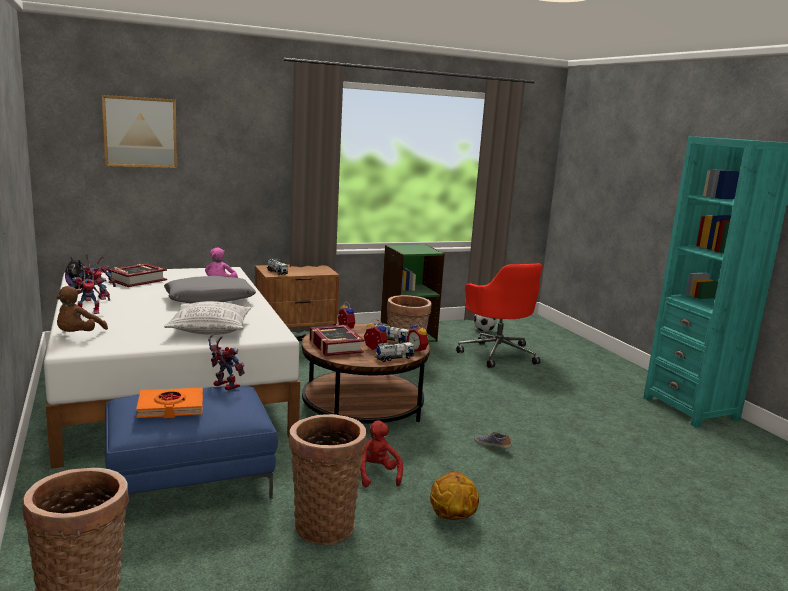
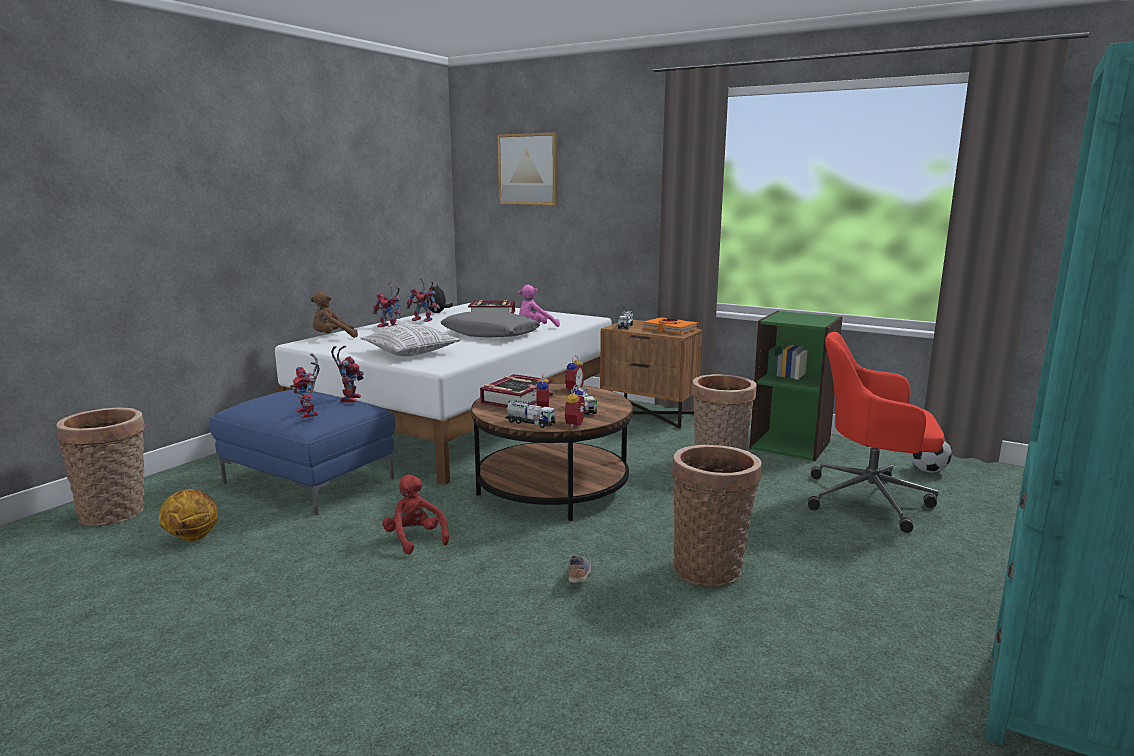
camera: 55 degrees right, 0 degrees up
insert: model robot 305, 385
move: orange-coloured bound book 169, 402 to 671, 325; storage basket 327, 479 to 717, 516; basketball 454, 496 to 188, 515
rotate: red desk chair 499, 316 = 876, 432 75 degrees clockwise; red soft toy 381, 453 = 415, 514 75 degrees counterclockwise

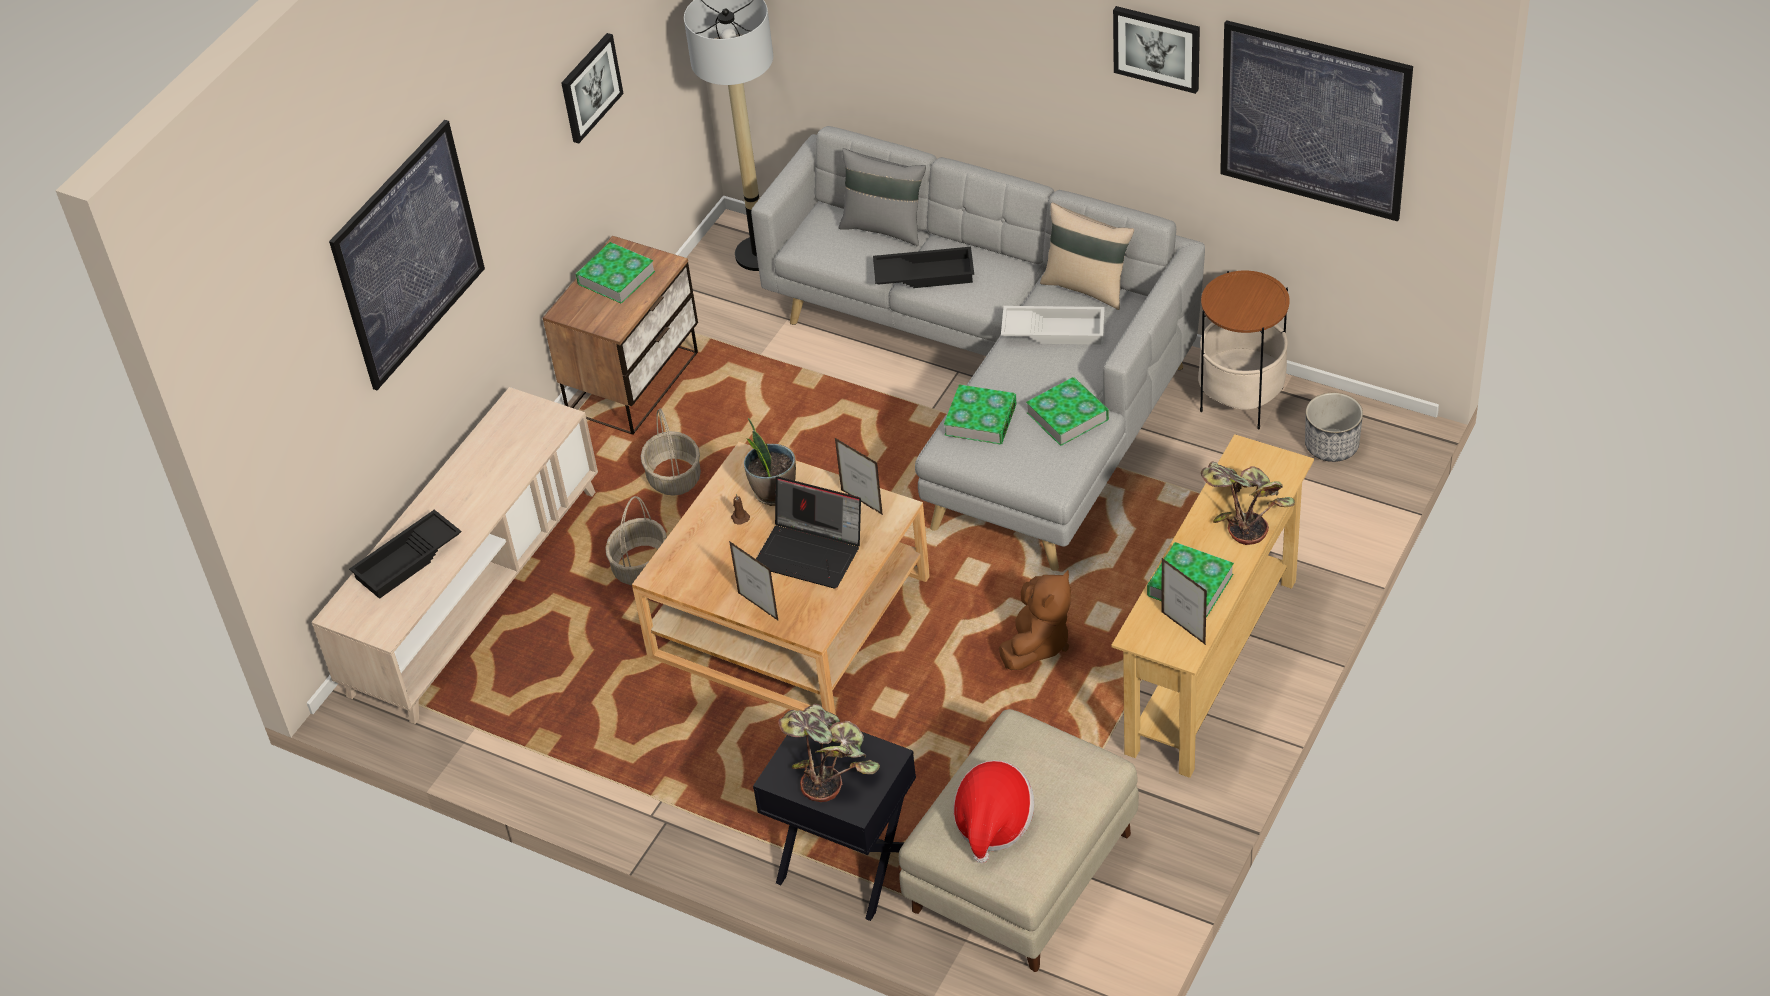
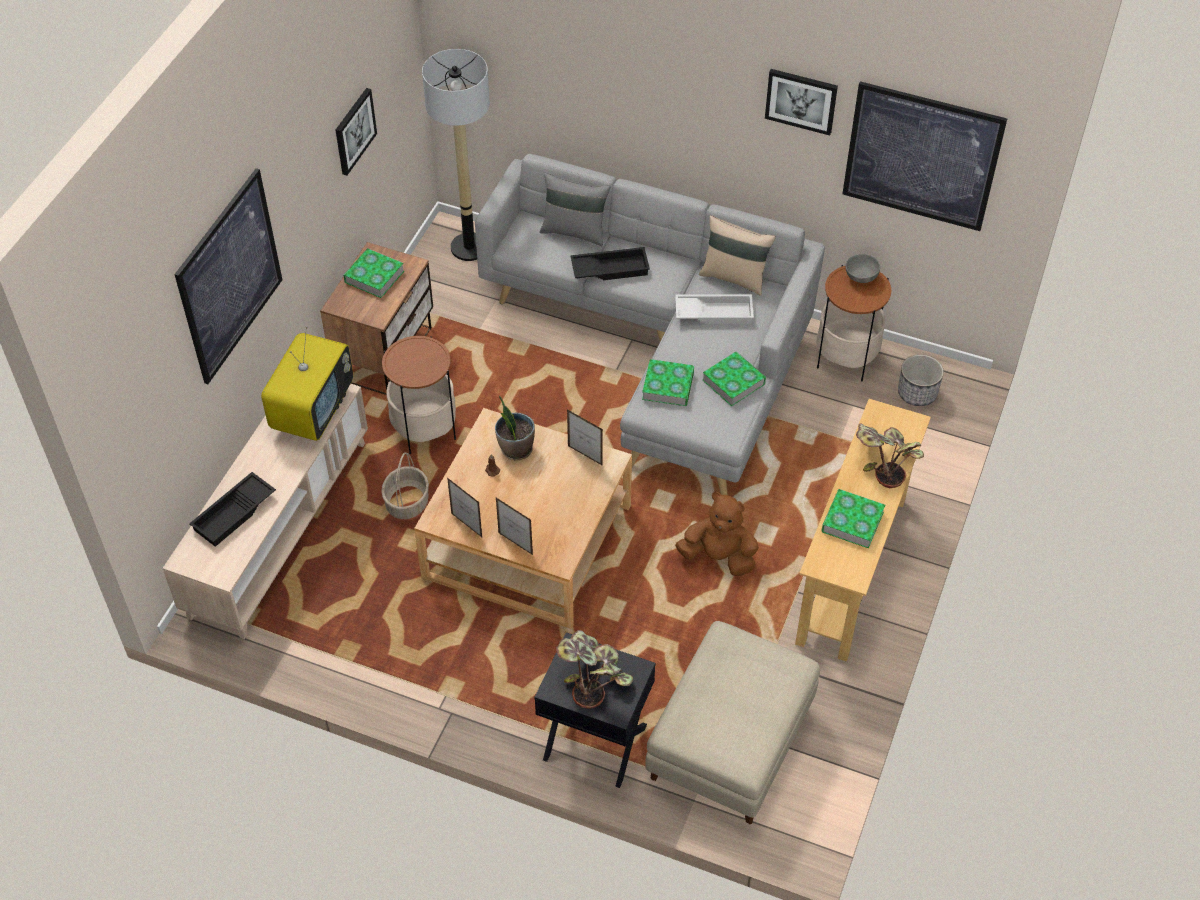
camera: 10 degrees left, 5 degrees up
delete: laptop 808, 533; hat 994, 811
insert: greyish bowl 863, 268; TV set 307, 383
move: standing frame 1184, 601 to 464, 507
replace: storage basket 671, 452 to side table 419, 395
rotate: brown soft toy 1035, 620 = 717, 534 90 degrees counterclockwise

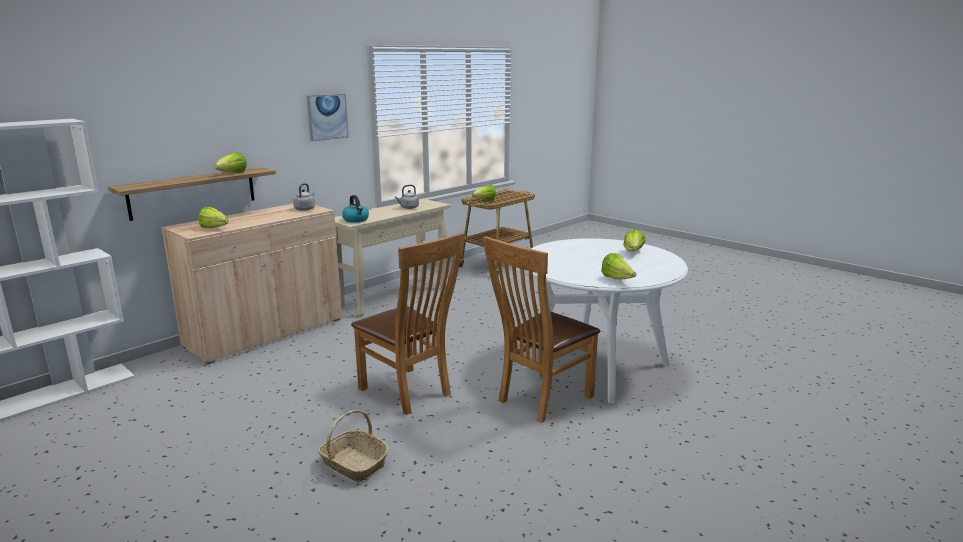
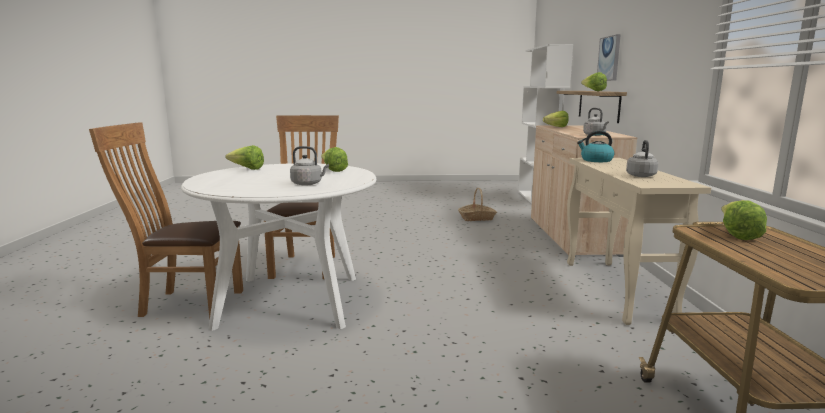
camera: 135 degrees right, 5 degrees down
insert: greyish kettle 309, 166
move: wall picture 328, 117 to 609, 57; lettuce 634, 240 to 334, 159; brown plain chair 407, 324 to 166, 220; storage basket 353, 446 to 477, 204

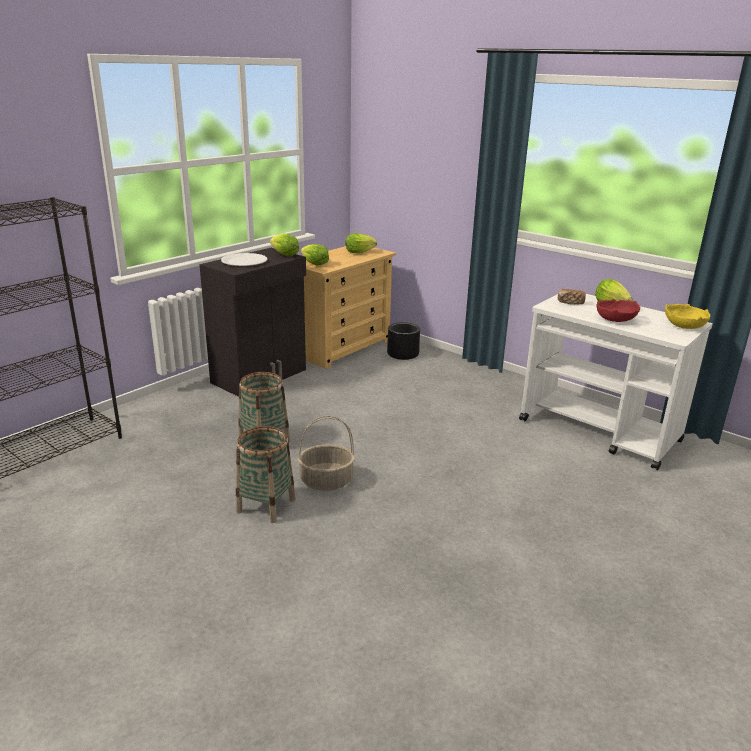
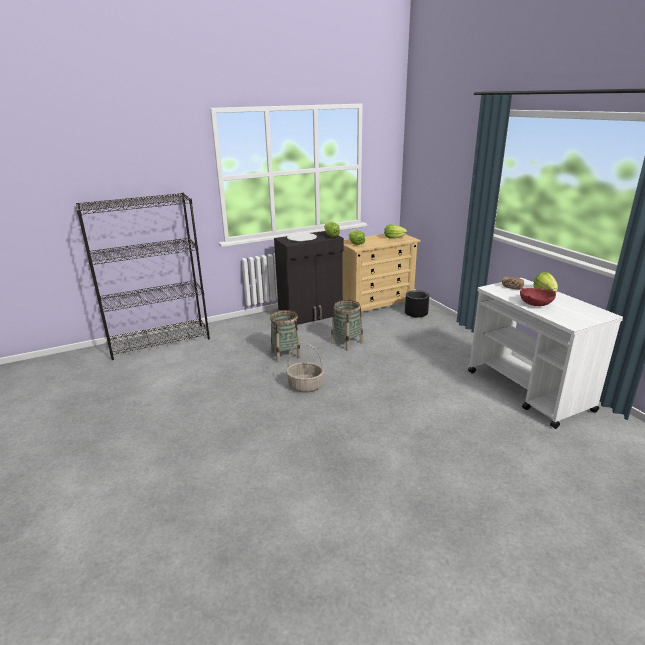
camera: 25 degrees right, 0 degrees up
delete: yellow bowl 687, 316
move: storage basket 265, 474 to 347, 325

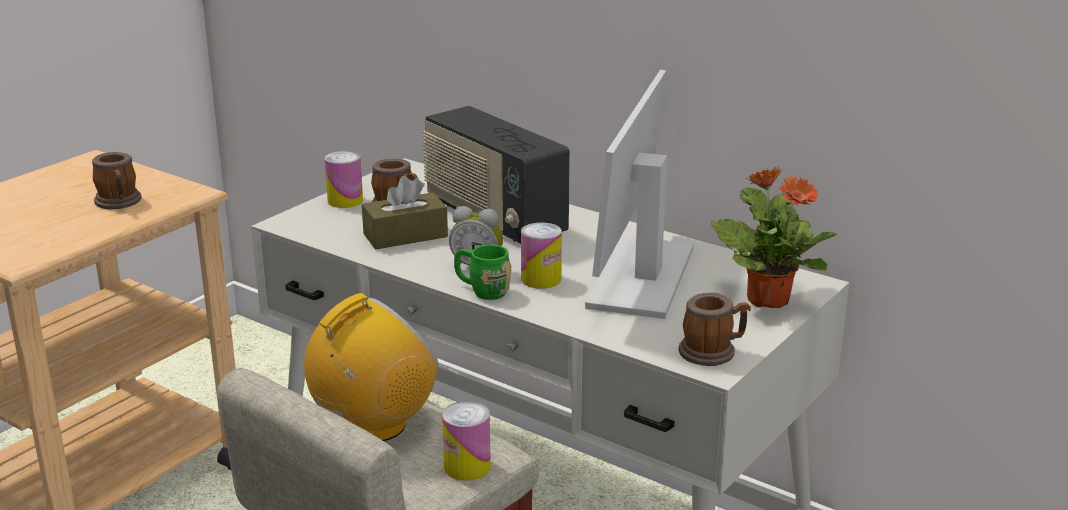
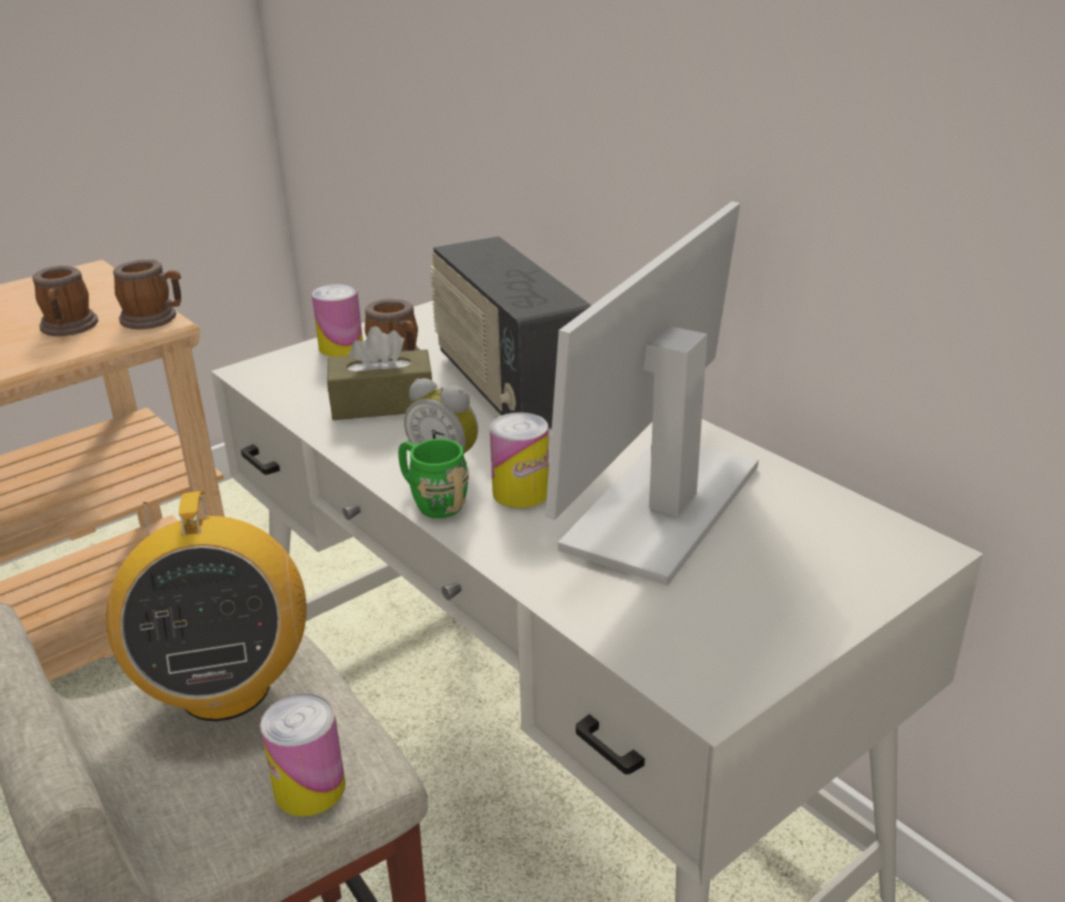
camera: 15 degrees right, 5 degrees up
delete: houseplant 774, 237
move: tea mug 715, 329 to 147, 294
rotate: radio receiver 371, 367 = 206, 606 105 degrees clockwise

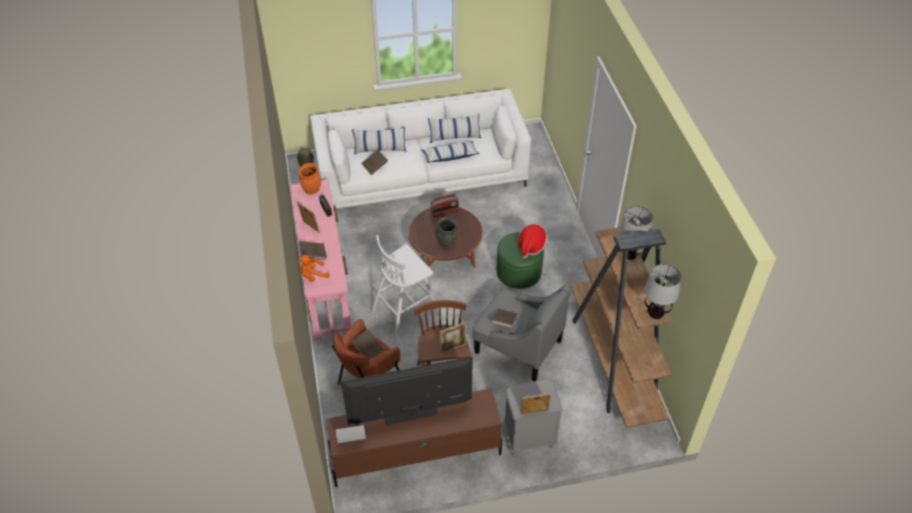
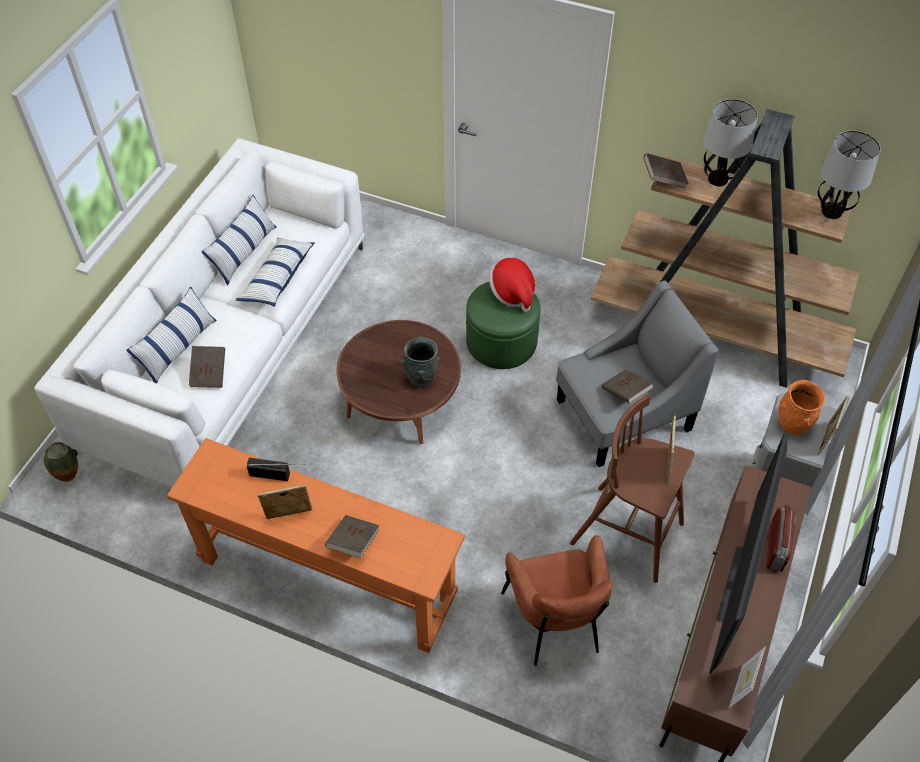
camera: 55 degrees left, 5 degrees up
delete: whitish stool seat 405, 288; orange-coloured soft toy 314, 268
move: orange-coloured flower vase 310, 179 to 801, 407; radio receiver 444, 206 to 781, 538; brown bound book 367, 344 to 666, 170
recolor: pink-coloured console table 321, 259 to orange-coloured console table 316, 545

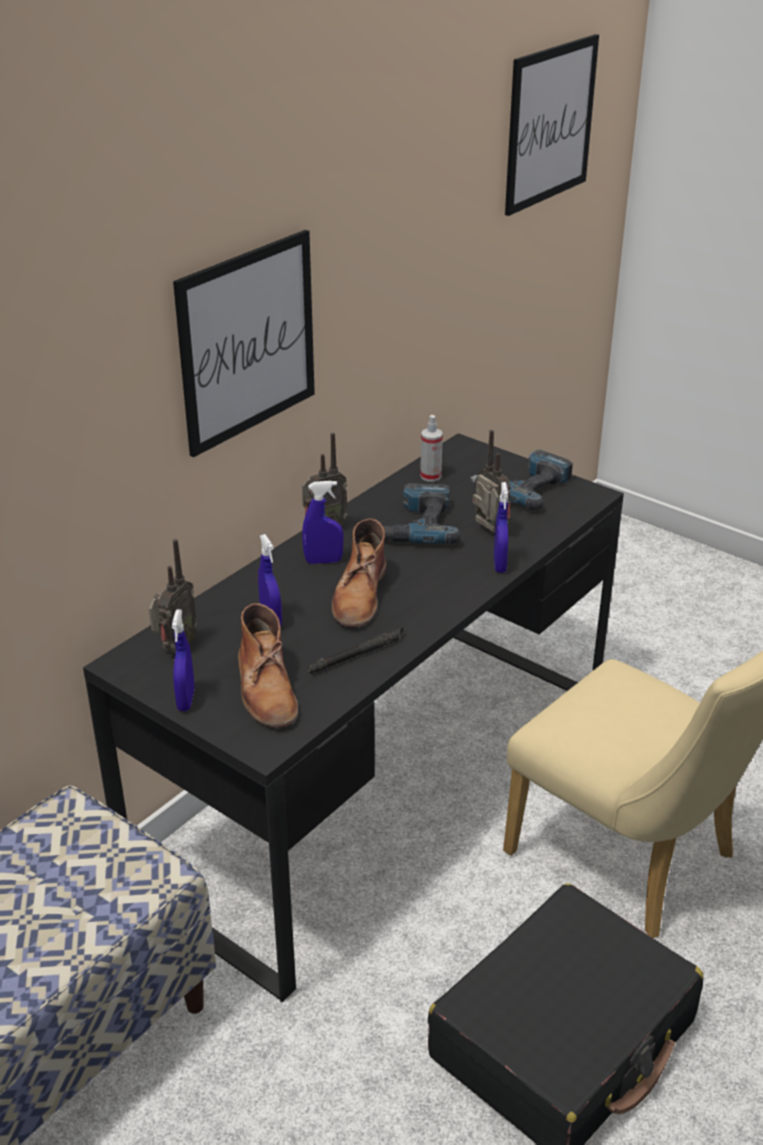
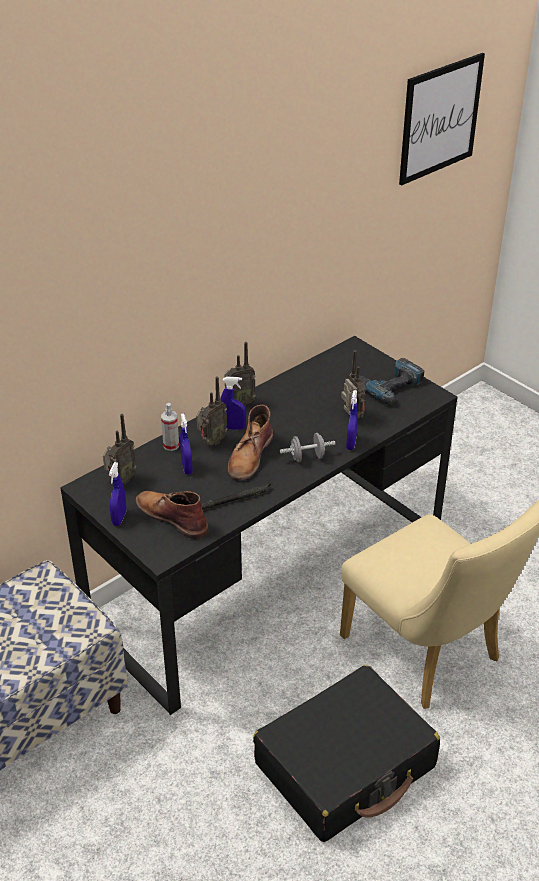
camera: 10 degrees right, 5 degrees up
delete: wall picture 244, 343; electric drill 422, 513
insert: radio receiver 212, 411; greyish dumbbell 307, 447
move: sprayer 431, 448 to 170, 427
rotate: brown tall boot 268, 665 = 172, 515 135 degrees clockwise

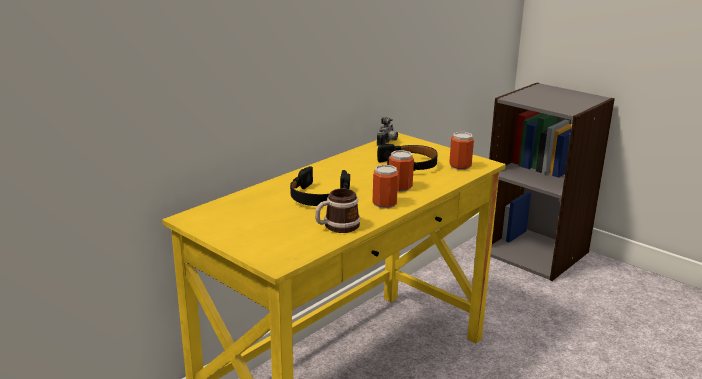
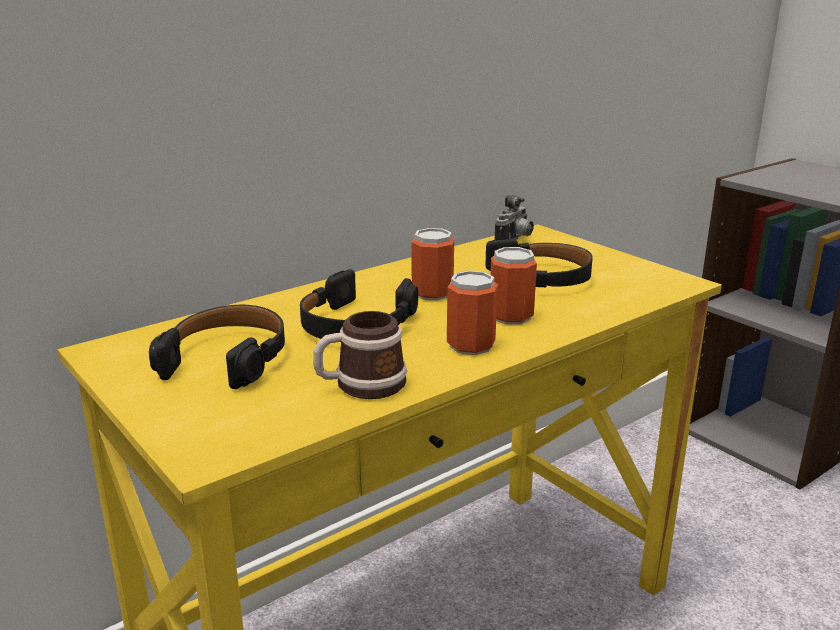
camera: 10 degrees right, 0 degrees up
insert: black-coloured headset 217, 347
move: metal can 461, 151 to 432, 264

